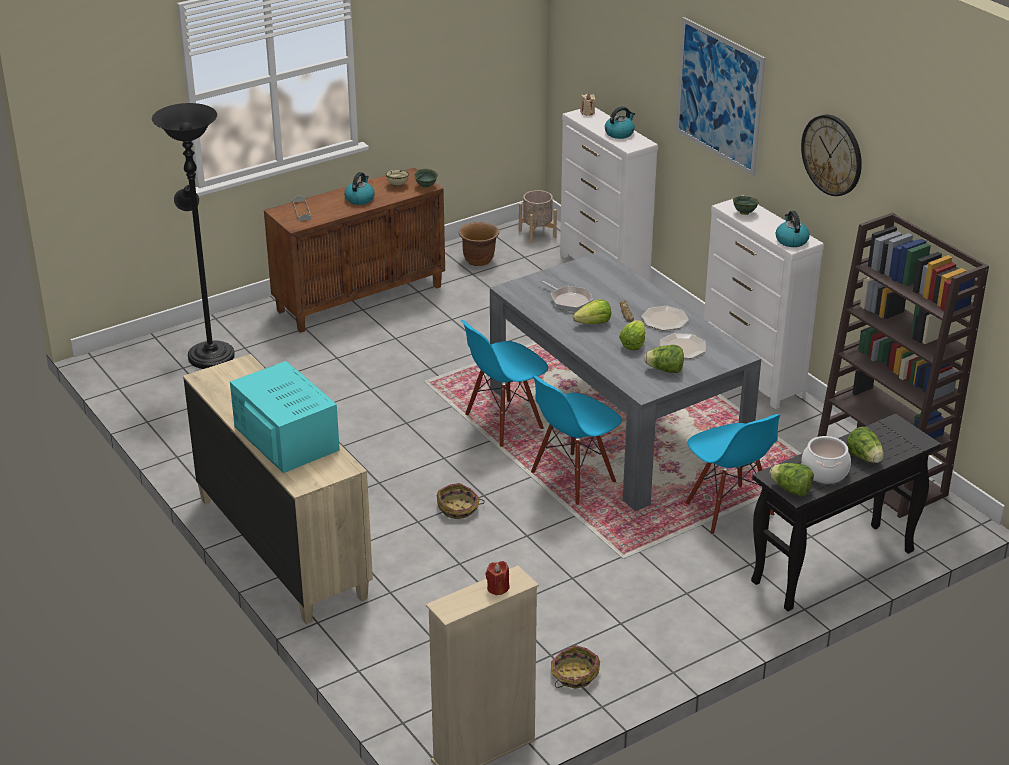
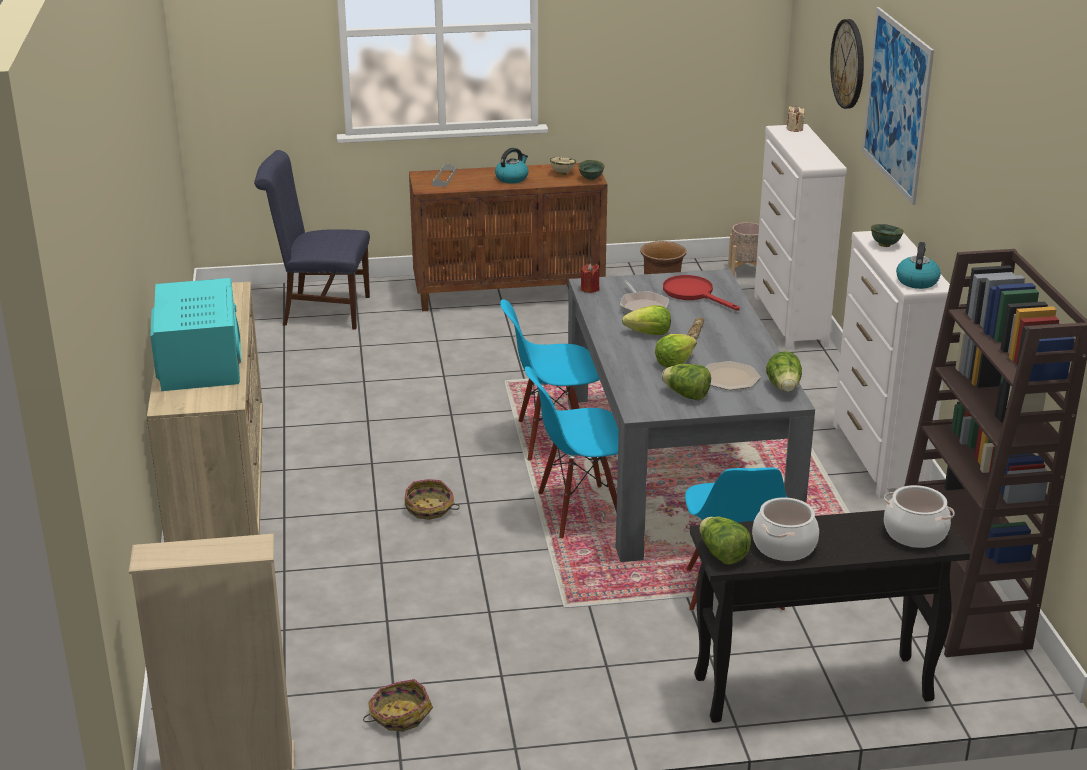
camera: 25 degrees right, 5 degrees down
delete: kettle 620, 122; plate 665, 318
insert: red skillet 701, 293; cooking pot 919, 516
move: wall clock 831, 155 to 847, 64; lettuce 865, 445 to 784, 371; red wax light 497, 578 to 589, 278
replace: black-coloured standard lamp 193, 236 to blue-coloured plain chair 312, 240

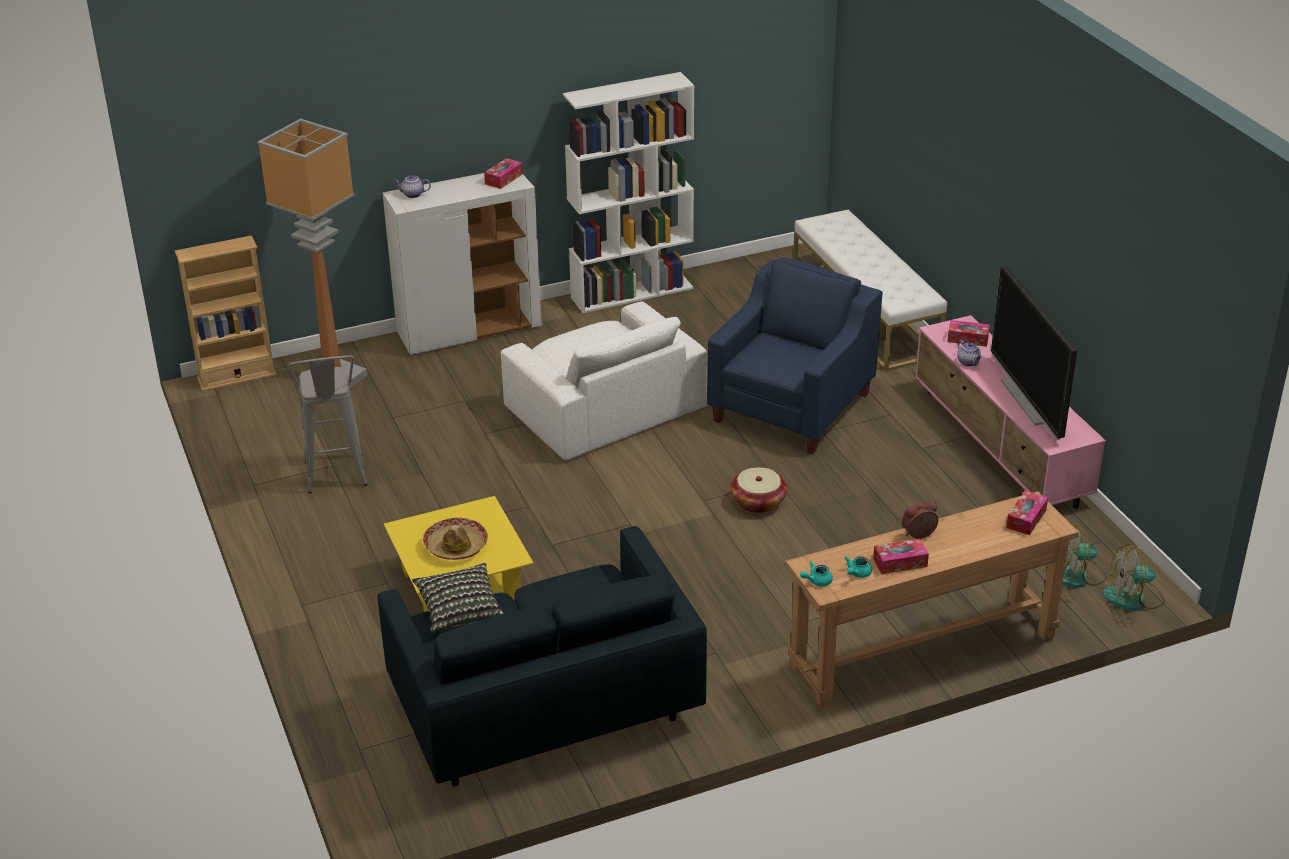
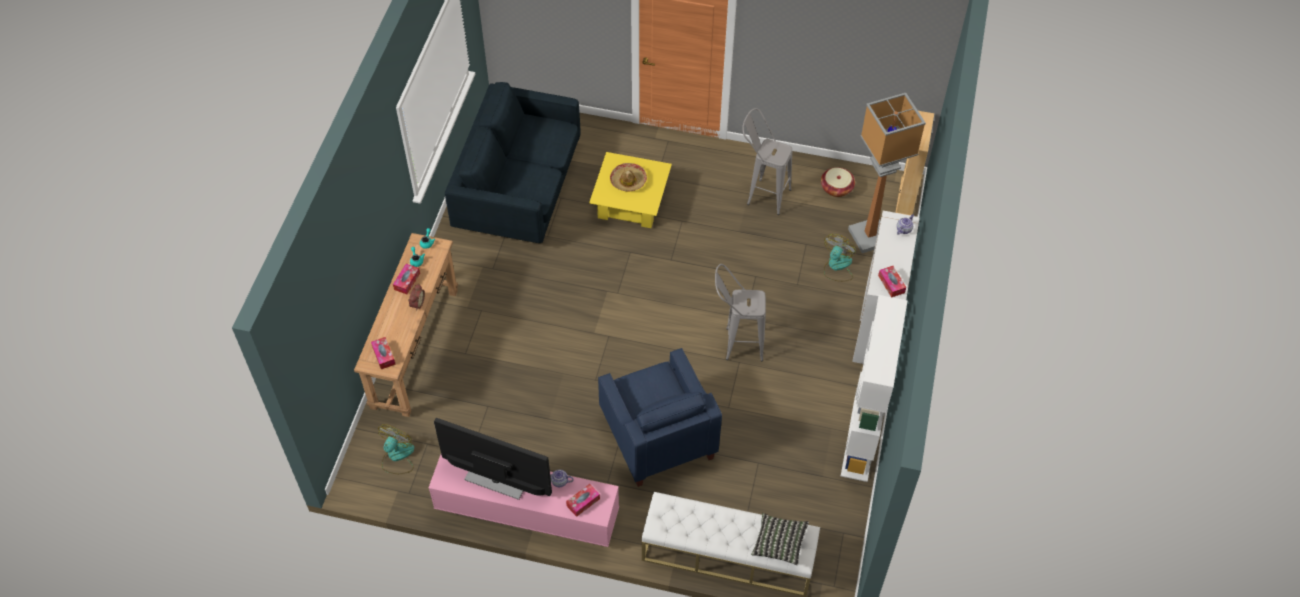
camera: 125 degrees right, 20 degrees up
move: storage basket 758, 490 to 838, 182; electric fan 1133, 577 to 839, 258; cushion 458, 598 to 780, 539
replace: whitish easy chair 604, 381 to greyish stool seat 740, 312

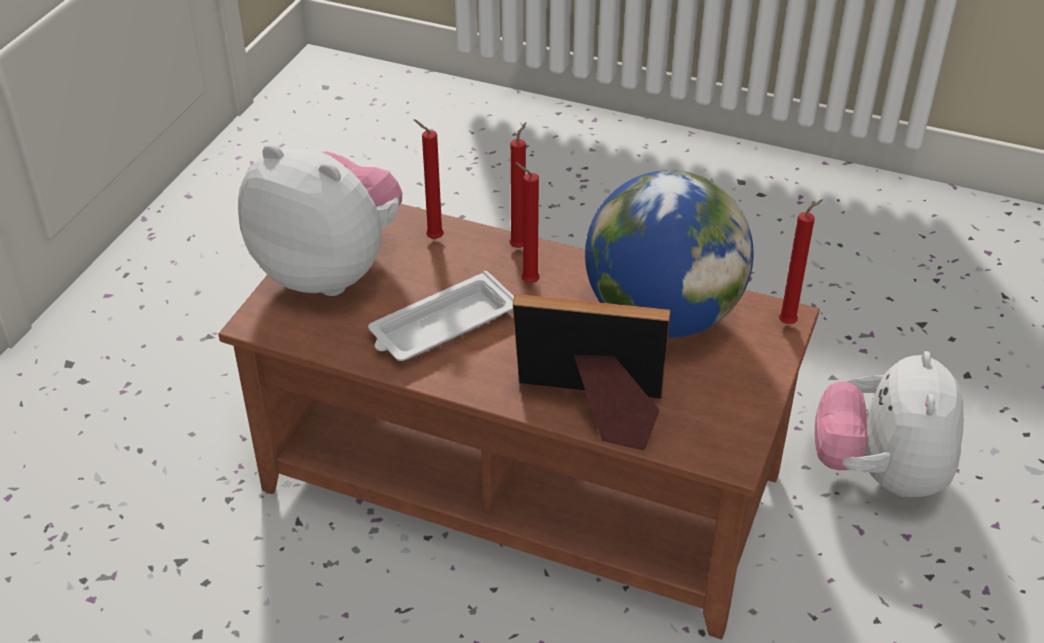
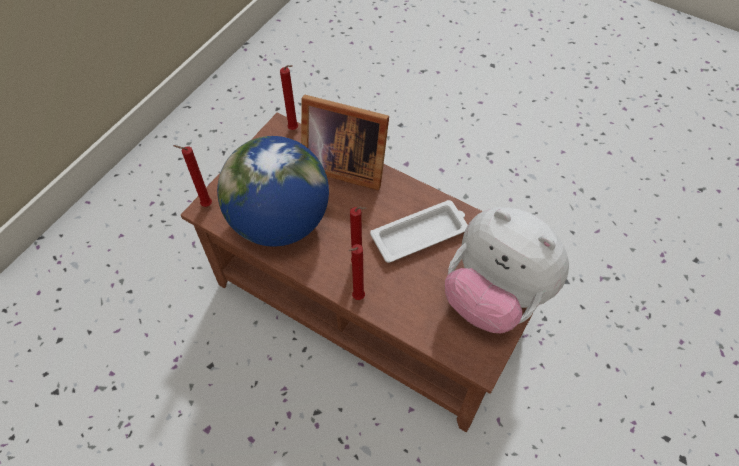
camera: 170 degrees left, 15 degrees up
delete: soft toy 889, 424
move: red wax light 429, 179 to 289, 97

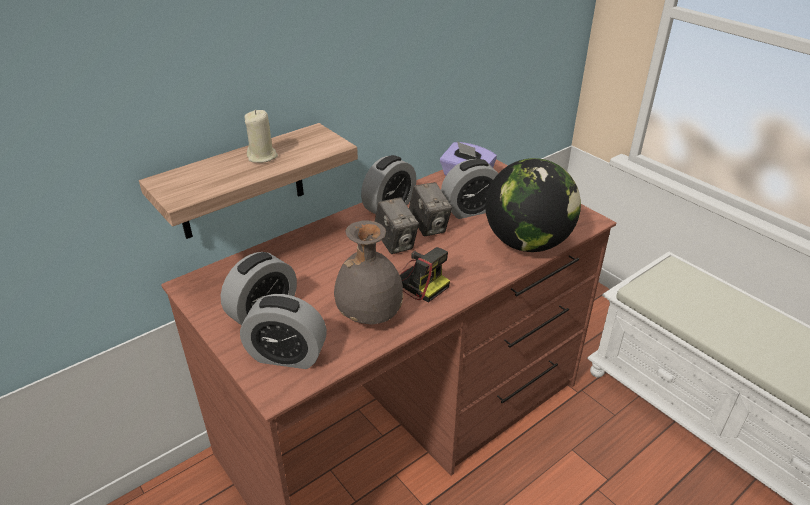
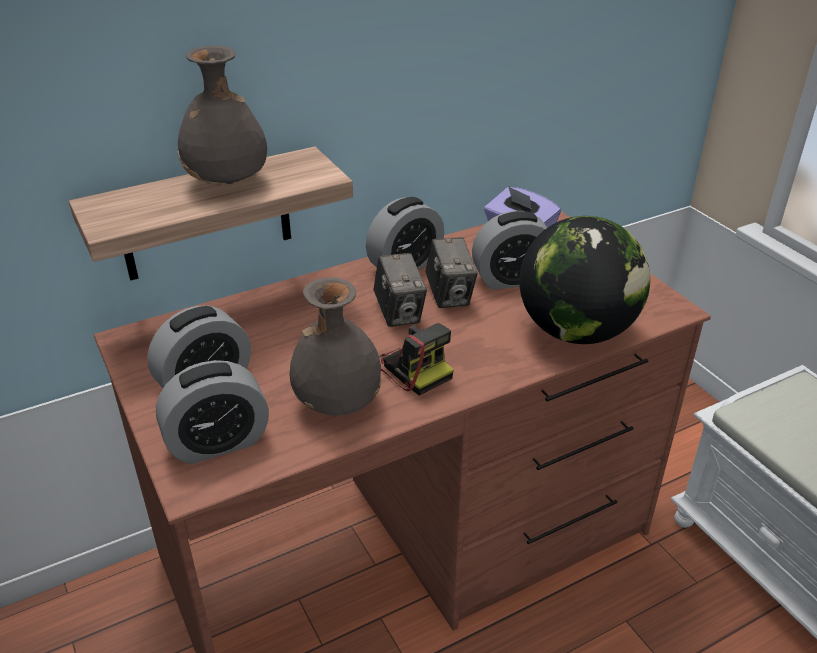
camera: 10 degrees right, 0 degrees up
replace: beige-coloured wax light 261, 136 to greyish flower vase 222, 115
rotate: table clock 283, 331 = 212, 412 45 degrees counterclockwise

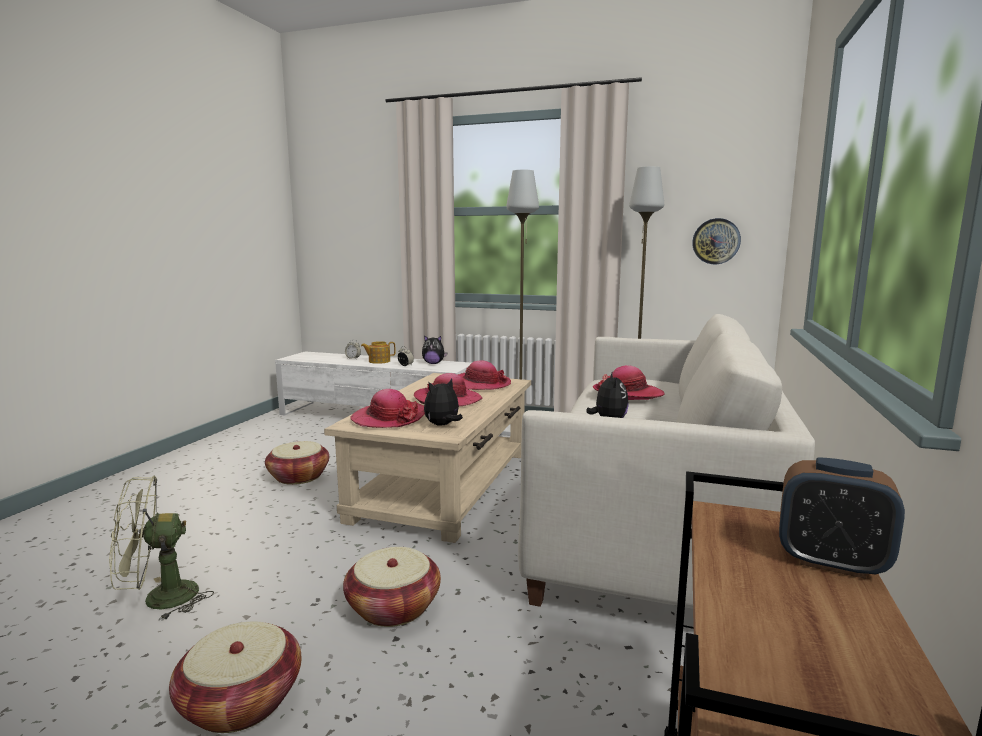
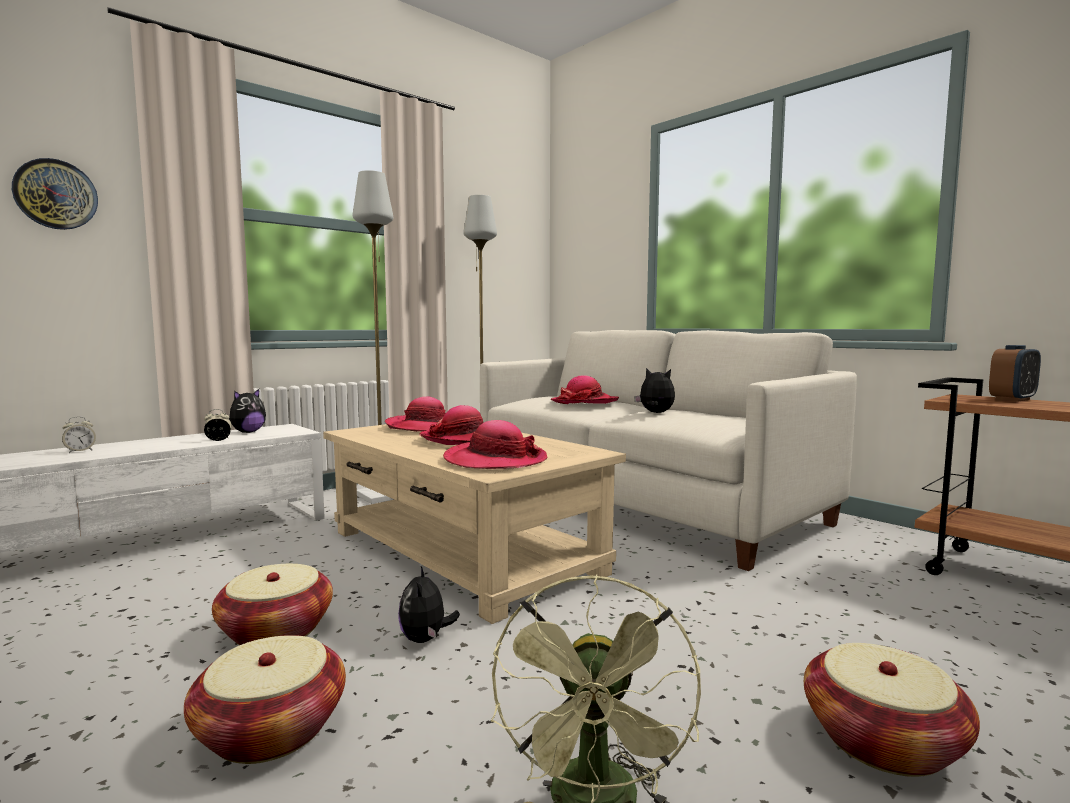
camera: 60 degrees left, 5 degrees down
delete: pot for tea 378, 352
move: wall clock 716, 241 to 55, 194; soft toy 443, 402 to 429, 604; storage basket 392, 587 to 265, 699

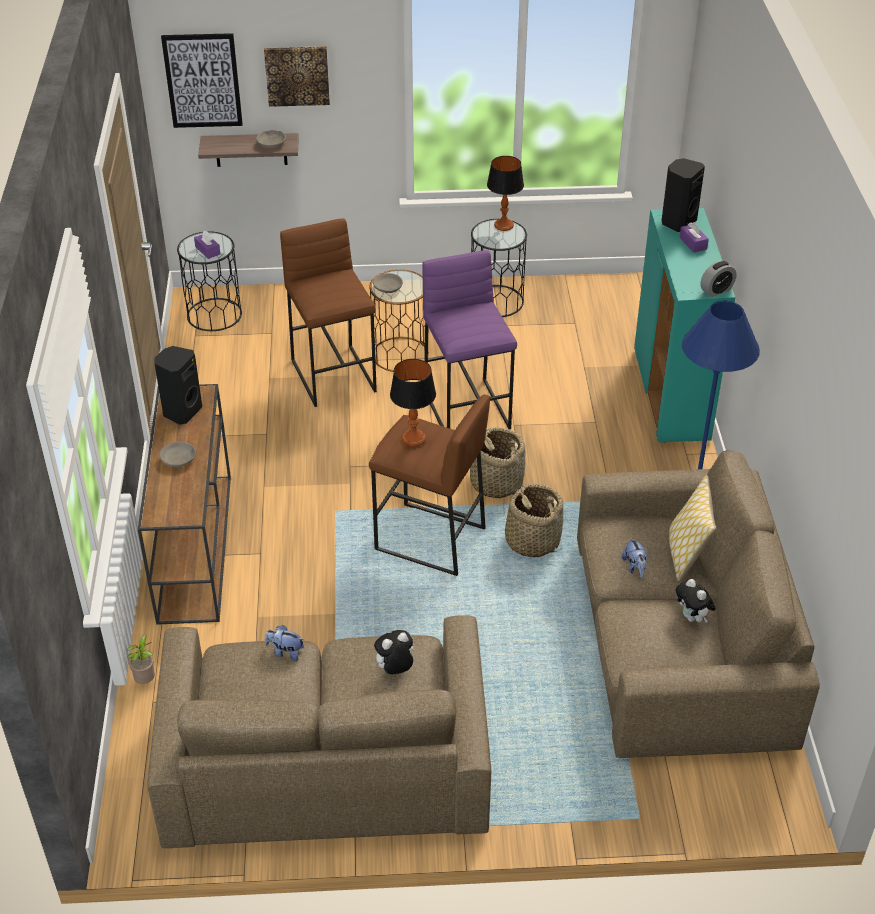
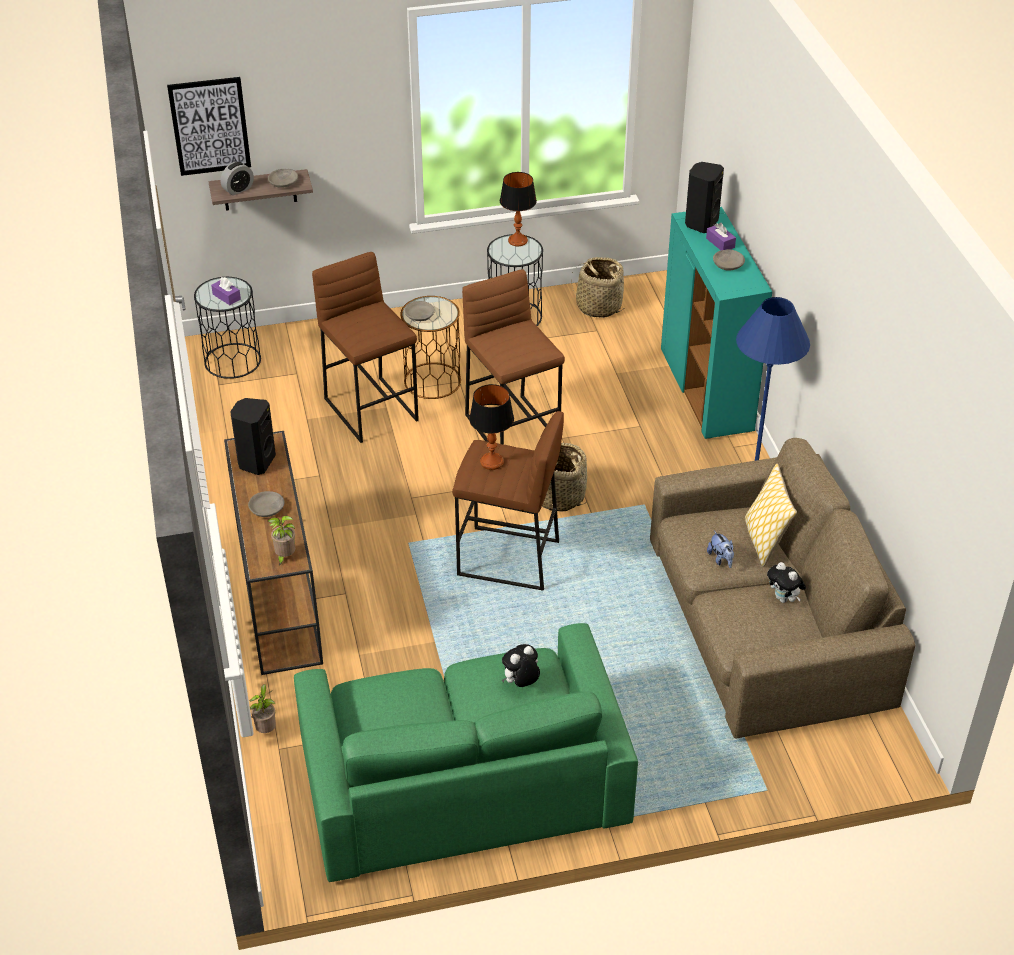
camera: 10 degrees left, 0 degrees up
delete: wall picture 297, 76; soft toy 284, 643
insert: greyish bowl 729, 259; houseplant 281, 540
move: table clock 718, 279 to 237, 179; storage basket 533, 520 to 598, 287
recolor: purple stool seat 469, 339 to brown stool seat 513, 357; brown couch 319, 731 to green couch 466, 752

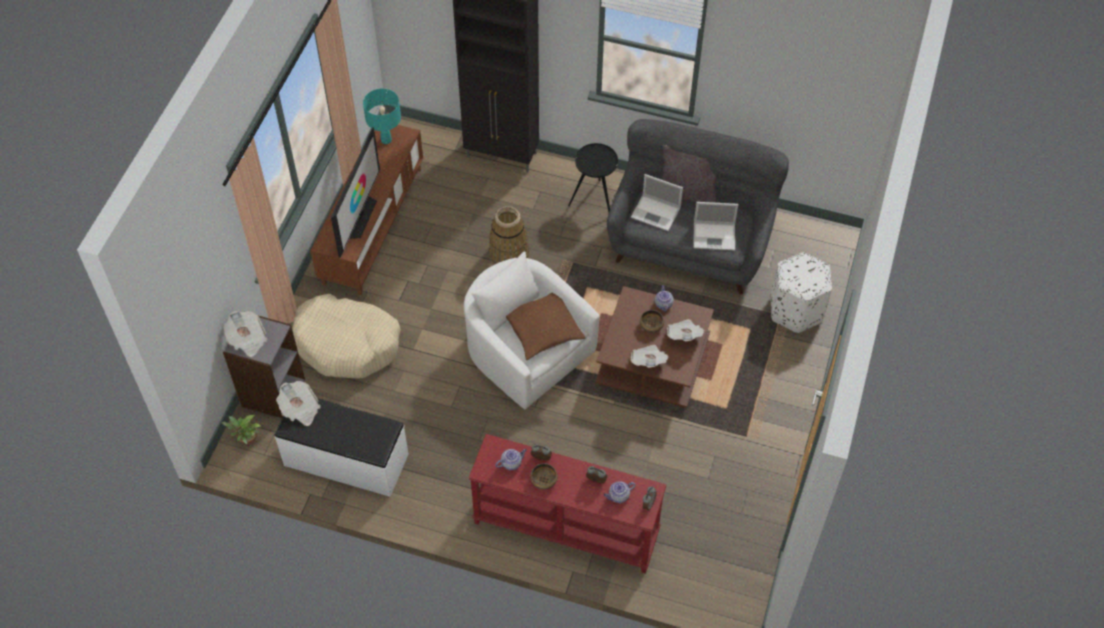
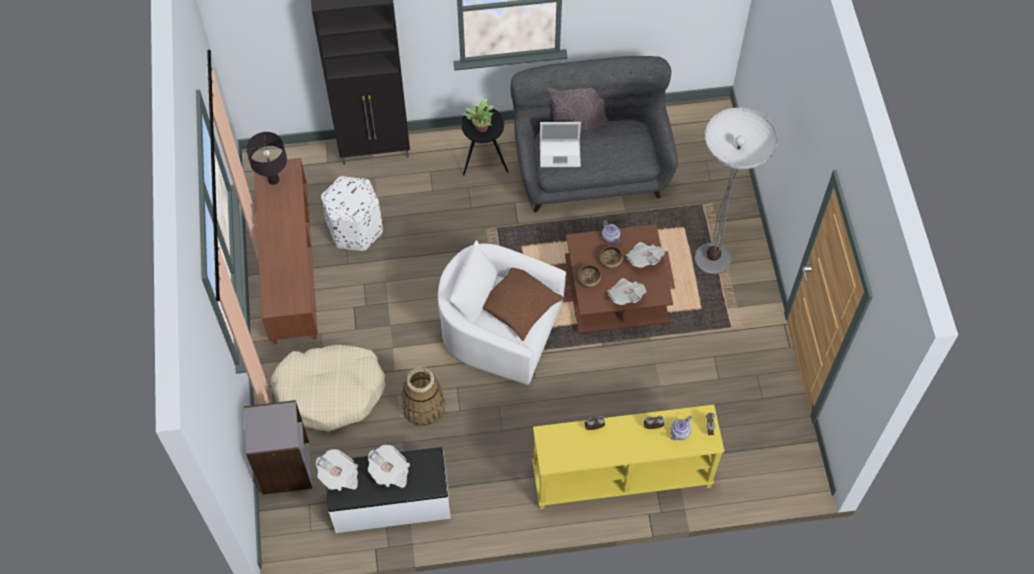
camera: 25 degrees left, 5 degrees up
delete: TV set 355, 192; laptop 715, 226; pot for tea 511, 459
insert: standard lamp 736, 191
move: storage basket 509, 235 to 423, 397; whitish footrest 801, 292 to 352, 213; printed paper 245, 334 to 389, 466; houseplant 241, 430 to 478, 115; bowl 544, 476 to 589, 276
recolor: turquoise-coloured tabletop lamp 382, 116 to black-coloured tabletop lamp 266, 158; red console table 567, 504 to yellow console table 628, 456

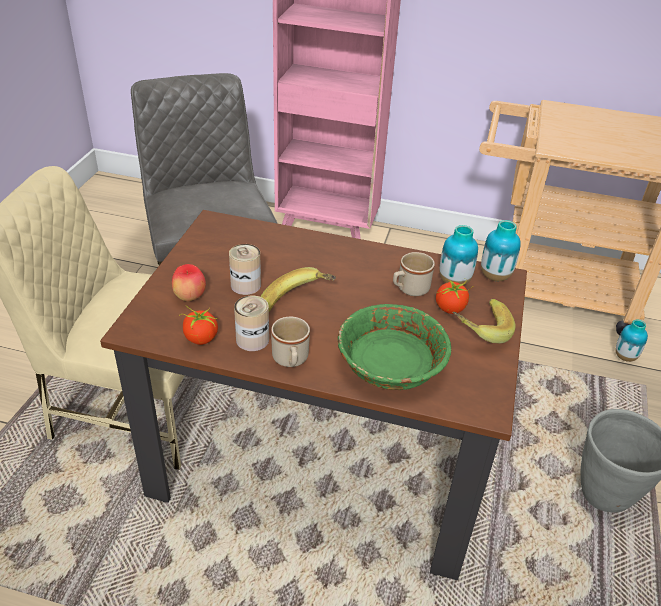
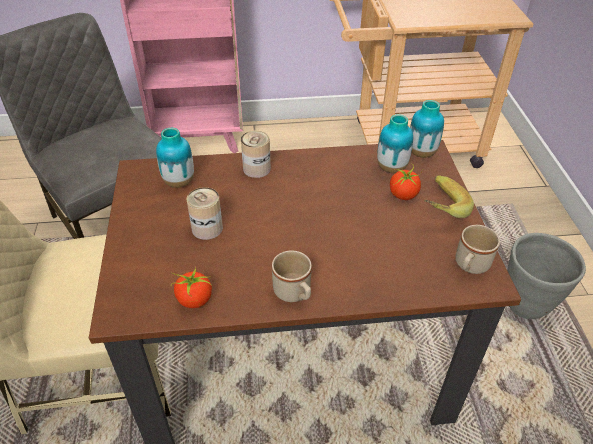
camera: 20 degrees left, 5 degrees up
delete: apple 189, 282; banana 298, 289; green bowl 394, 347
move: beige-coloured tea mug 414, 274 to 477, 249; metal can 251, 323 to 256, 154; flower vase 631, 341 to 175, 158

